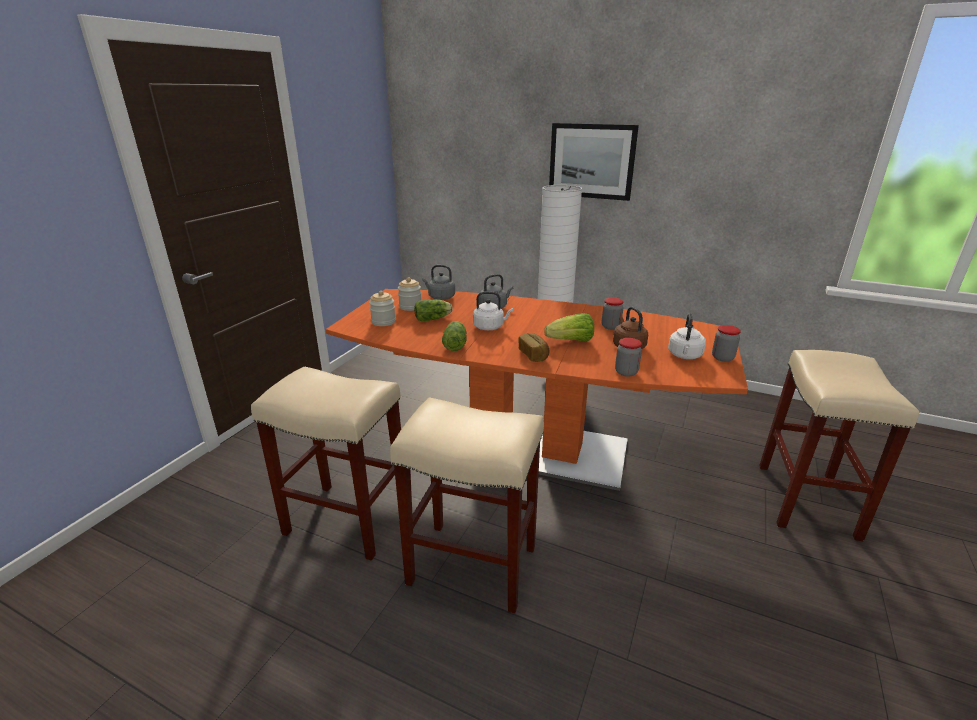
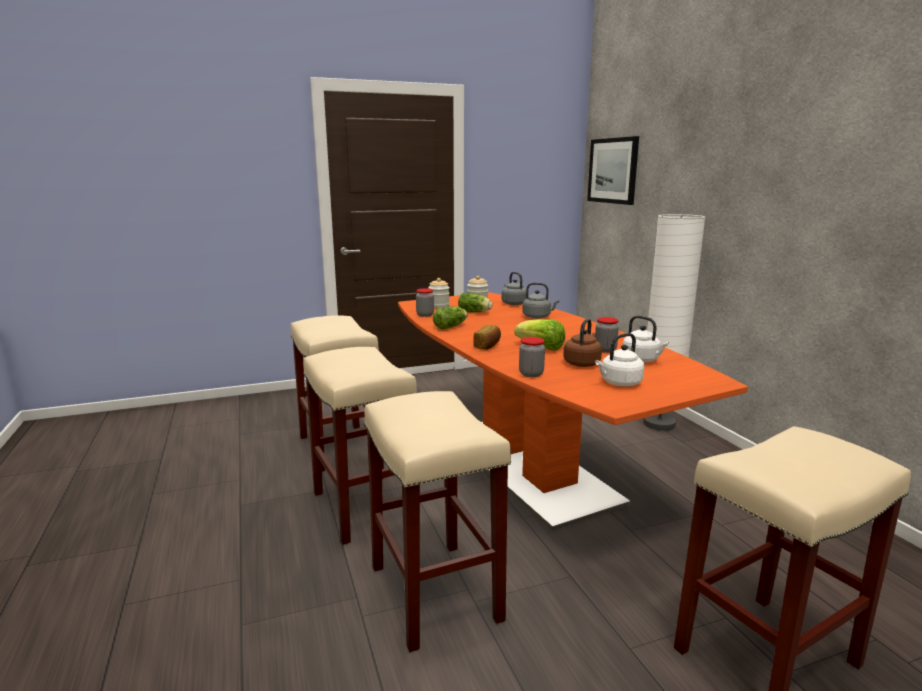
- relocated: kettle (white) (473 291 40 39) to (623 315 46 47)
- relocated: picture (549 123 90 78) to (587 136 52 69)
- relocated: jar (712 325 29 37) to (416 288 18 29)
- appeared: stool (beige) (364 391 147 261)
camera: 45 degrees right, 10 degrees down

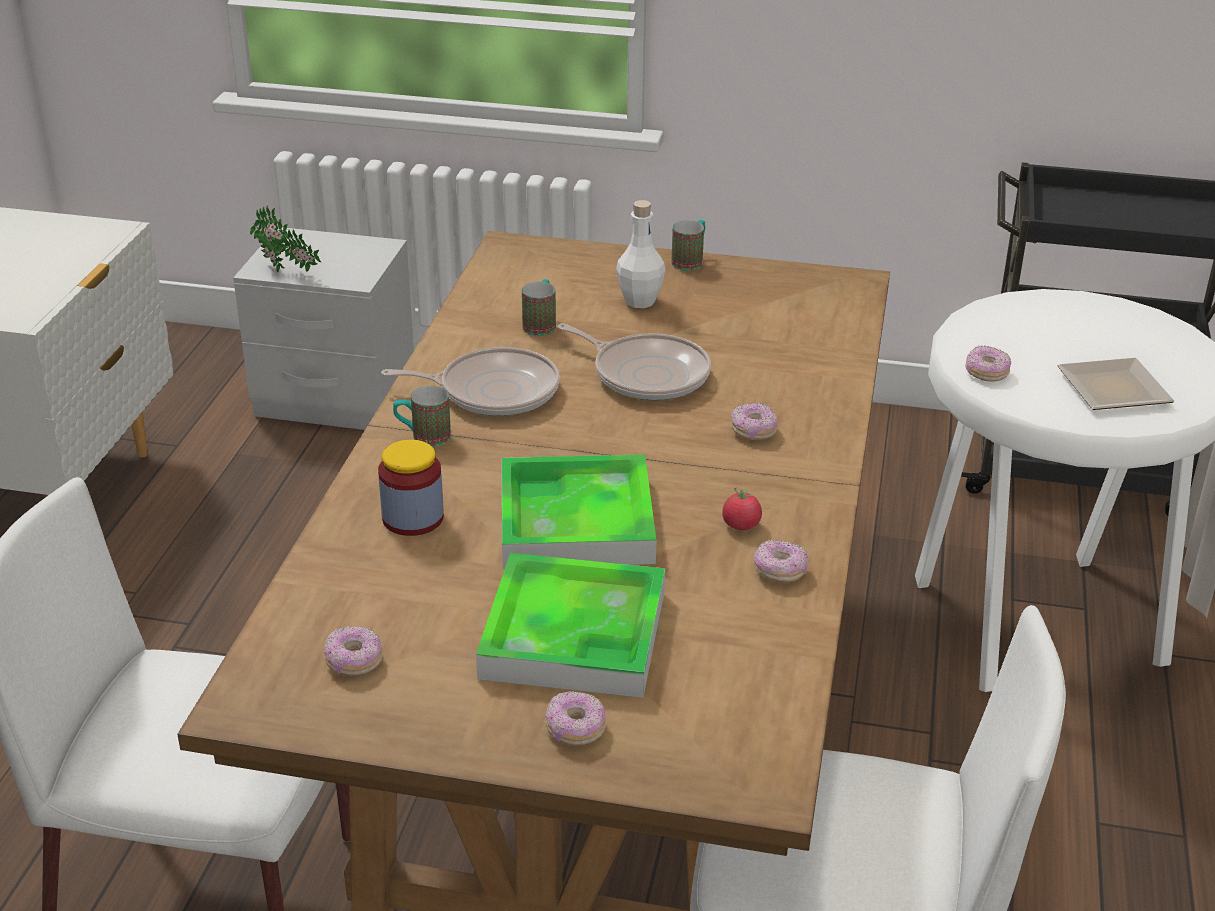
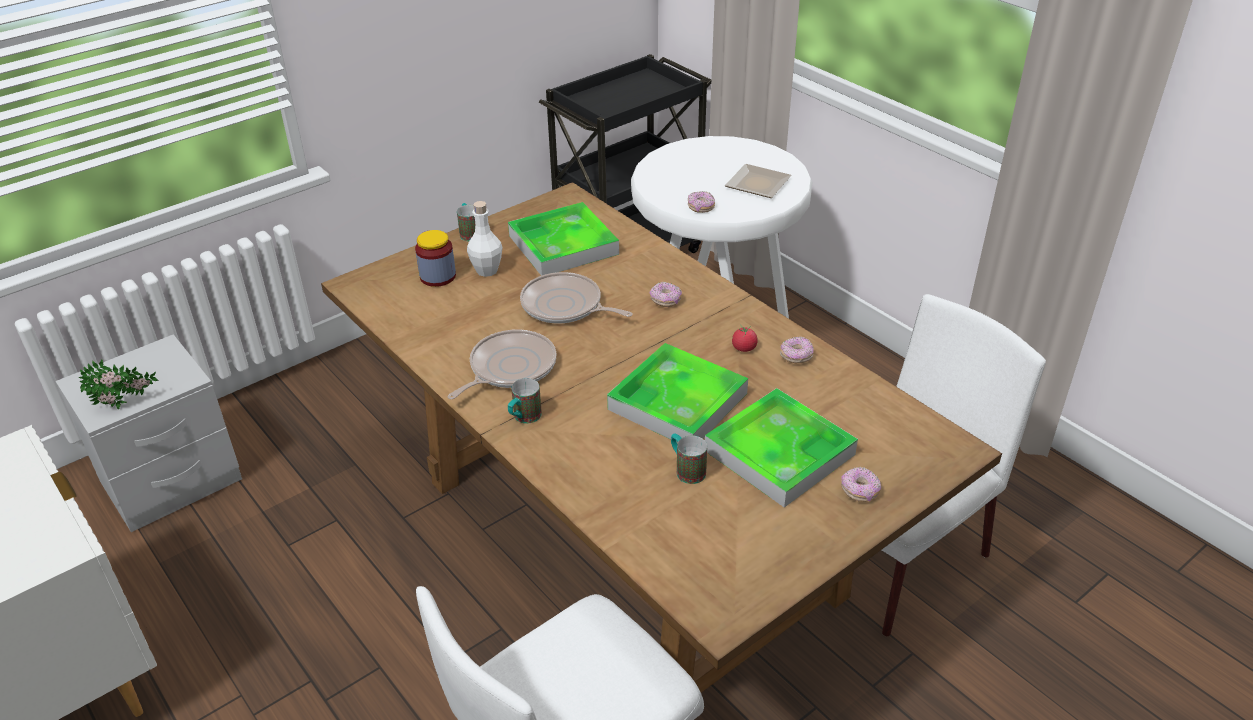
- missing: donut (324 626 59 50)
- relocated: jar (378 440 66 96) to (415 230 41 57)
- relocated: mug (522 279 34 57) to (671 433 36 51)
- spun: frying pan (557 323 154 77) = (520 272 113 51) 135 degrees counterclockwise
- appeared: tray (508 202 111 74)
camera: 50 degrees left, 5 degrees up

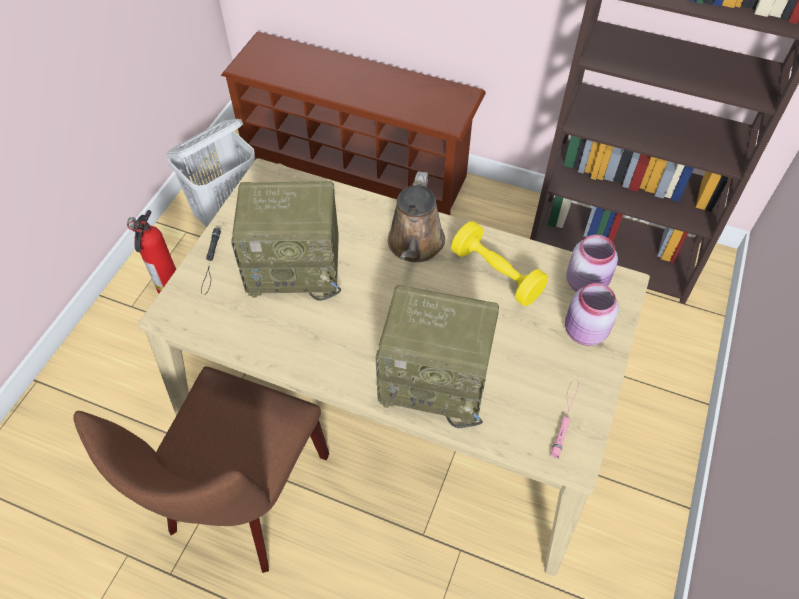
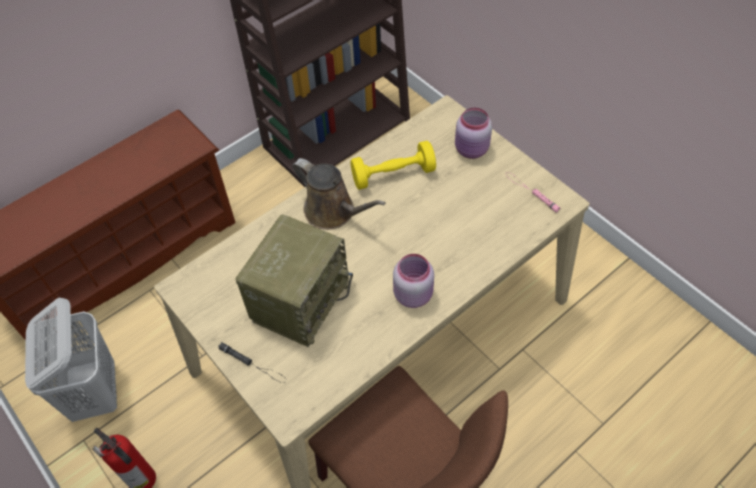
- missing: radio (375 285 124 143)
- relocated: jar (pink) (566 235 52 57) to (393 254 41 54)
camera: 60 degrees left, 0 degrees up

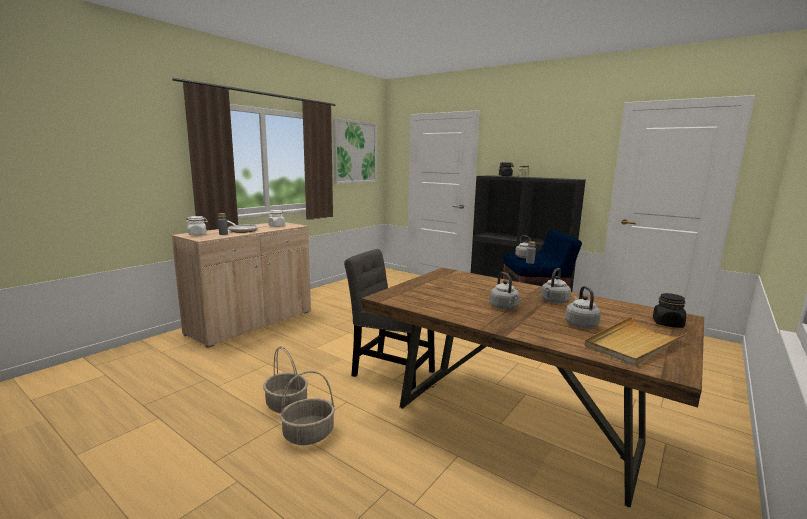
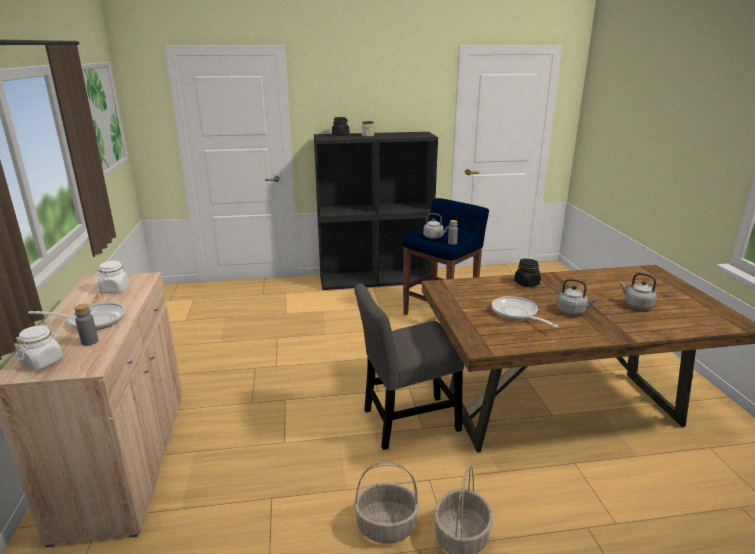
- missing: kettle (grey) (541 268 30 36)
- missing: tray (beige) (585 317 102 49)
- relocated: jar (black) (653 293 33 35) to (514 258 27 29)
- appeared: frying pan (492 296 66 31)
camera: 45 degrees left, 10 degrees up

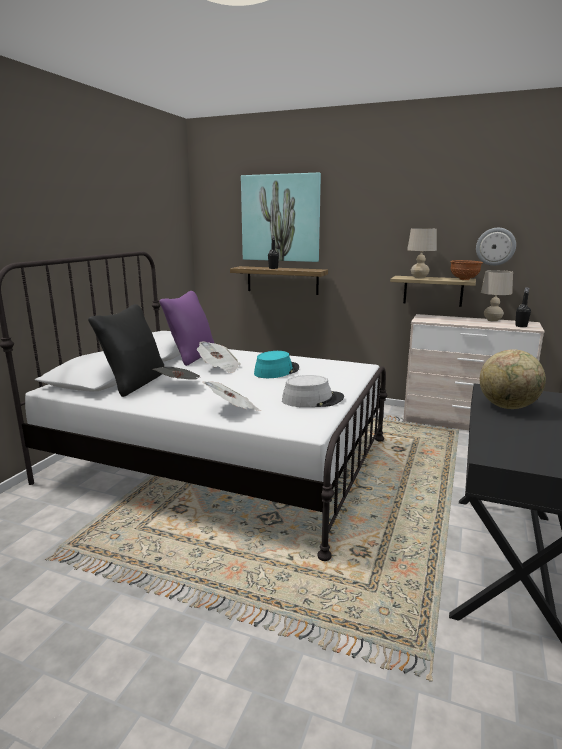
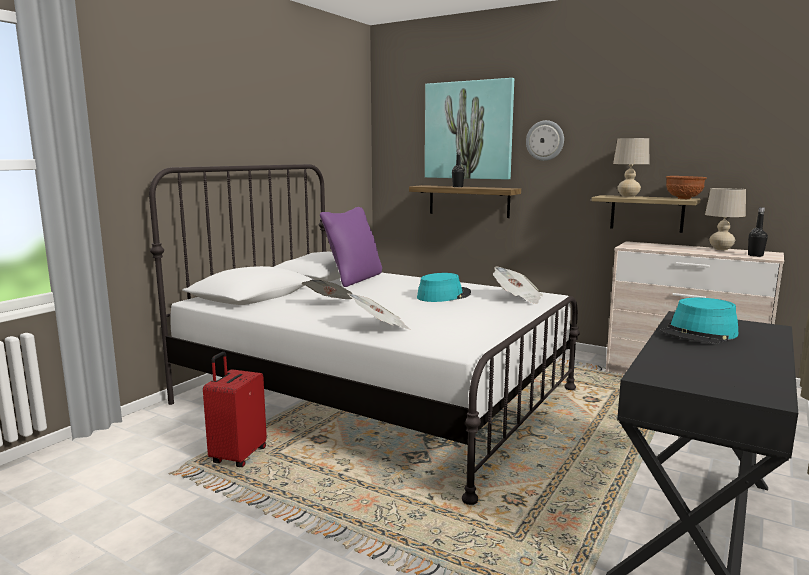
- missing: pillow (black) (88 304 77 93)
- relocated: newspaper (197 341 44 32) to (493 266 50 38)
- missing: hat (grey) (282 375 62 32)
- relocated: wall clock (476 228 40 38) to (526 120 38 41)
- exchanged: globe (479 349 67 60) to hat (turquoise) (660 298 78 46)
- appeared: suitcase (red) (203 352 64 115)
camera: 10 degrees right, 5 degrees down

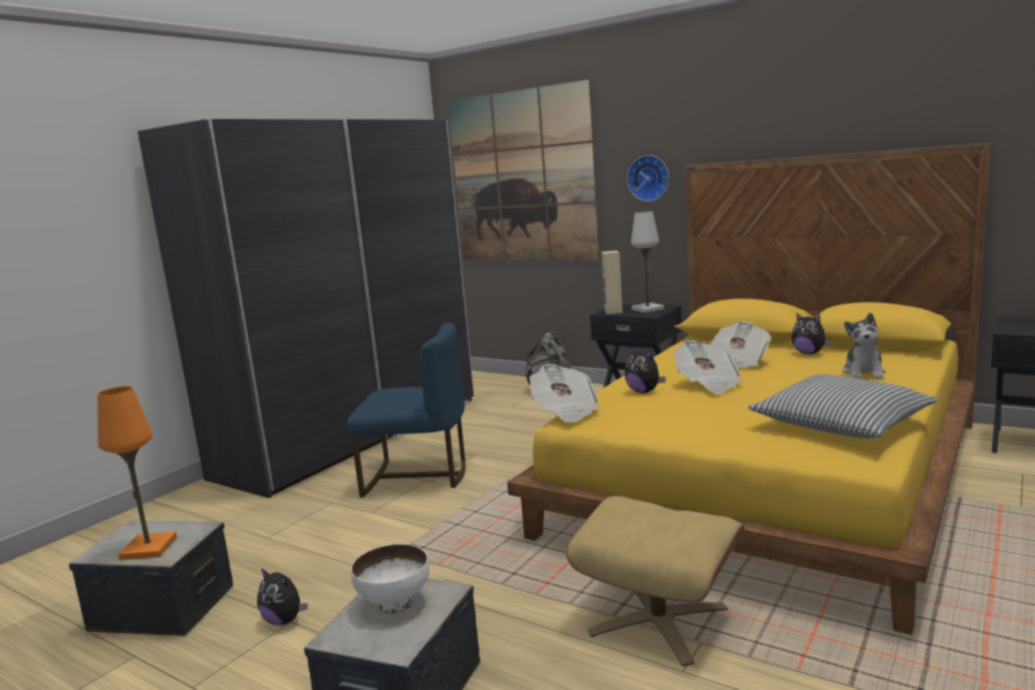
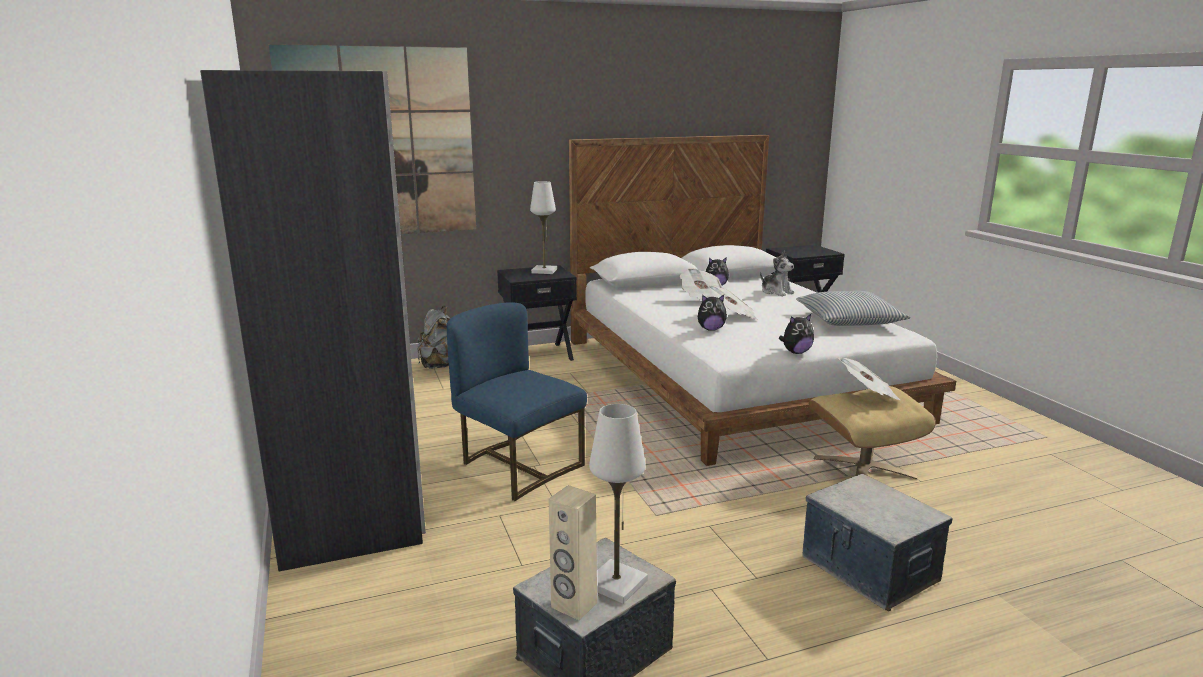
- colour: table lamp (orange) (97 386 80 174) to table lamp (white) (589 404 59 200)
- relocated: plush toy (257 568 51 57) to (779 314 35 40)
- spun: chair (blue) (346 323 120 175) = (447 302 140 199) 90 degrees counterclockwise
- missing: bowl (white) (351 544 79 70)
- colour: bed (yellow) (507 143 483 492) to bed (white) (569 135 387 331)
- relocated: newspaper (529 364 71 59) to (838 357 62 43)
- relocated: speaker (beige) (601 251 22 63) to (549 485 48 135)
- missing: wall clock (627 155 42 47)
camera: 55 degrees left, 5 degrees up

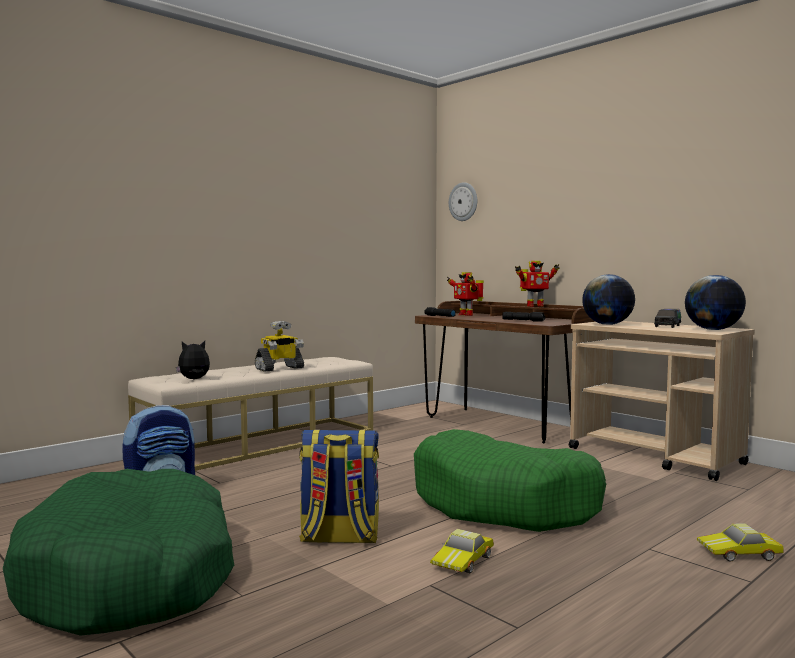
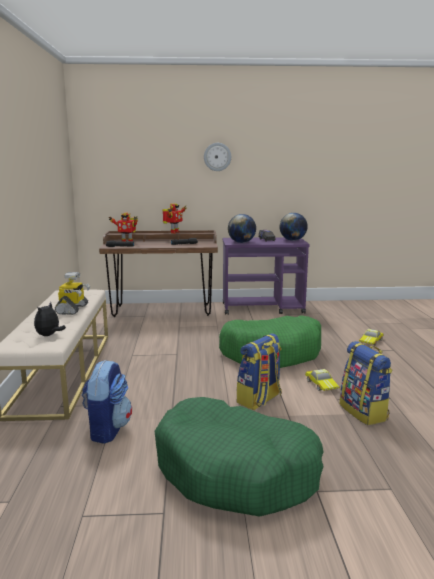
- relocated: wall clock (449 182 28 39) to (204 143 27 28)
- colour: cart (beige) (569 321 186 160) to cart (purple) (223 237 87 78)
- appeared: backpack (340 341 53 84)
camera: 50 degrees left, 10 degrees up

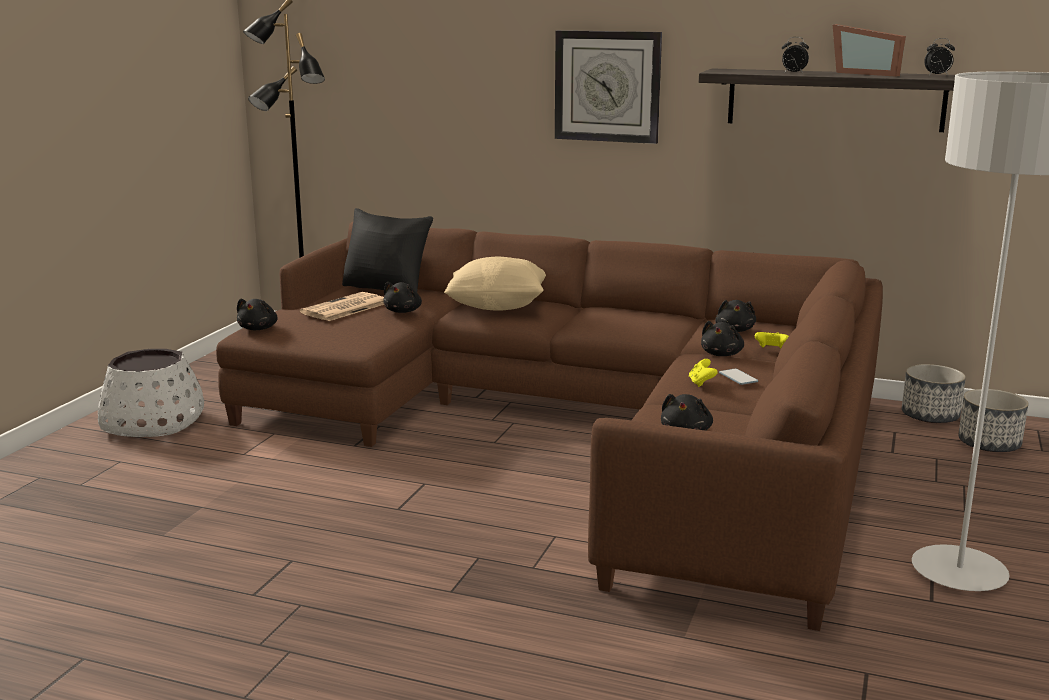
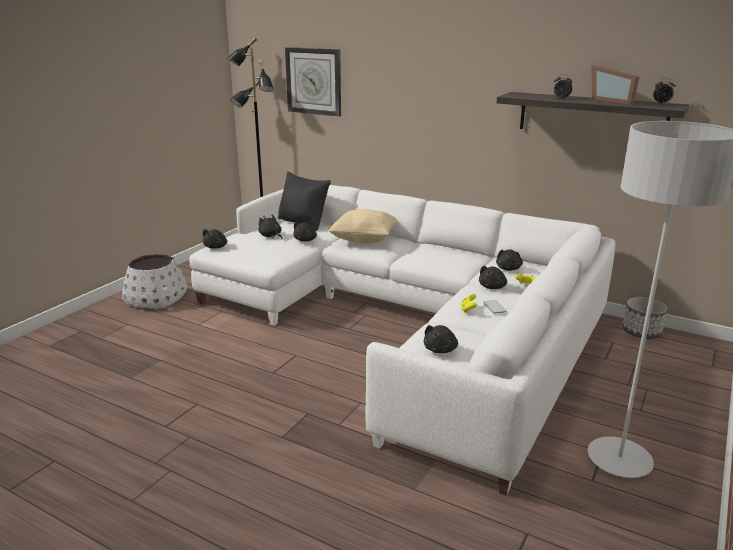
- colour: sofa (brown) (216 222 667 409) to sofa (white) (189 185 426 311)
- exchanged: newspaper (300 292 84 29) to plush toy (black) (258 214 24 25)
- relocated: wall clock (555 30 107 114) to (285 47 56 70)
- missing: planter (958 389 70 63)
camera: 10 degrees right, 5 degrees up

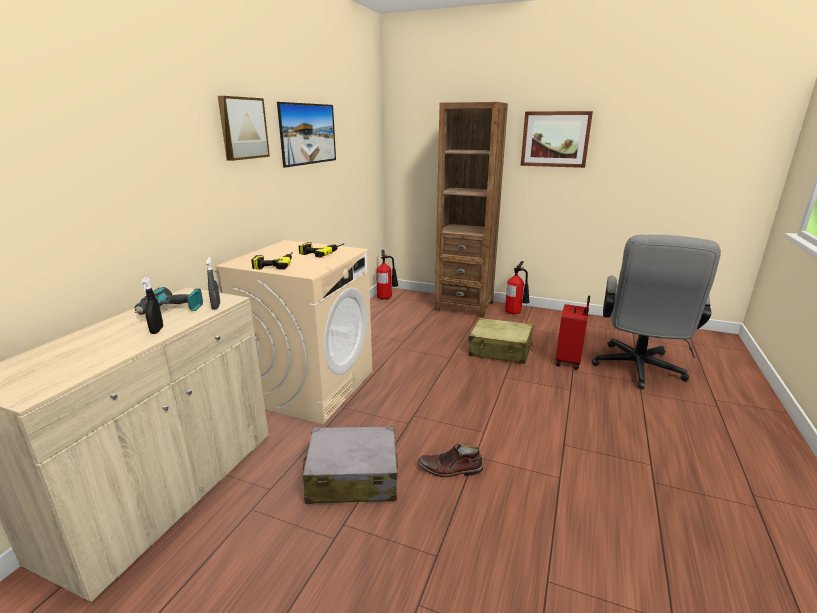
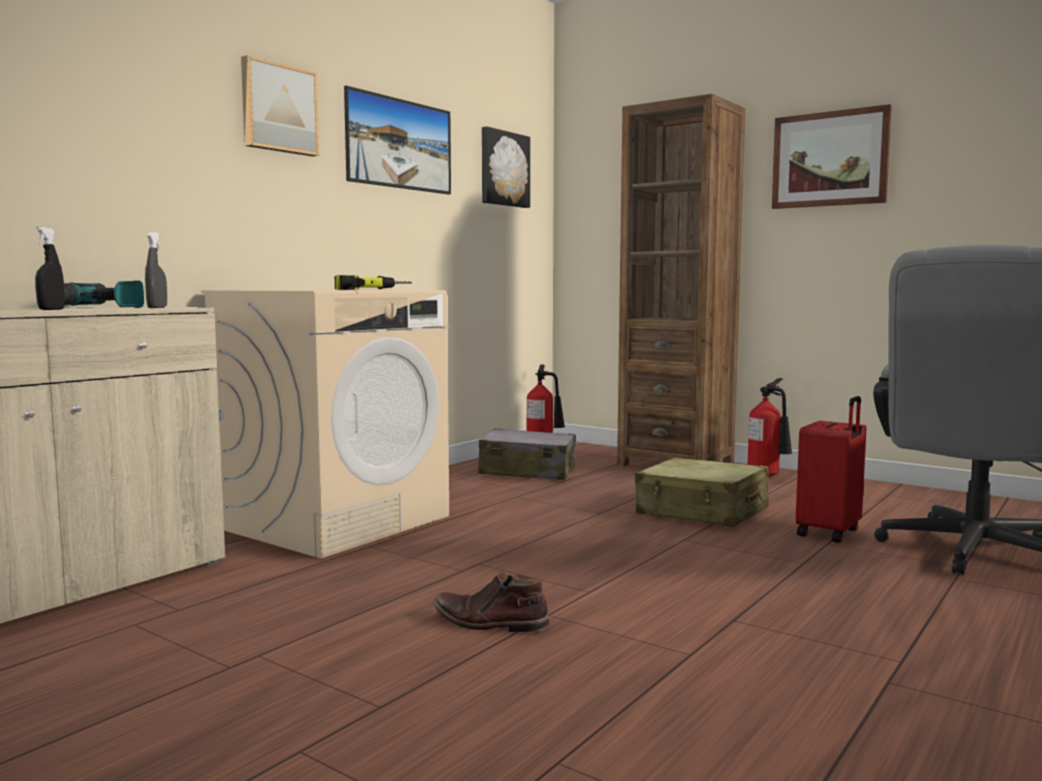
- missing: power drill (251 252 42 18)
- relocated: suitcase (grey) (302 426 96 78) to (478 428 98 52)
- appeared: picture (482 127 48 81)
camera: 15 degrees right, 15 degrees down

